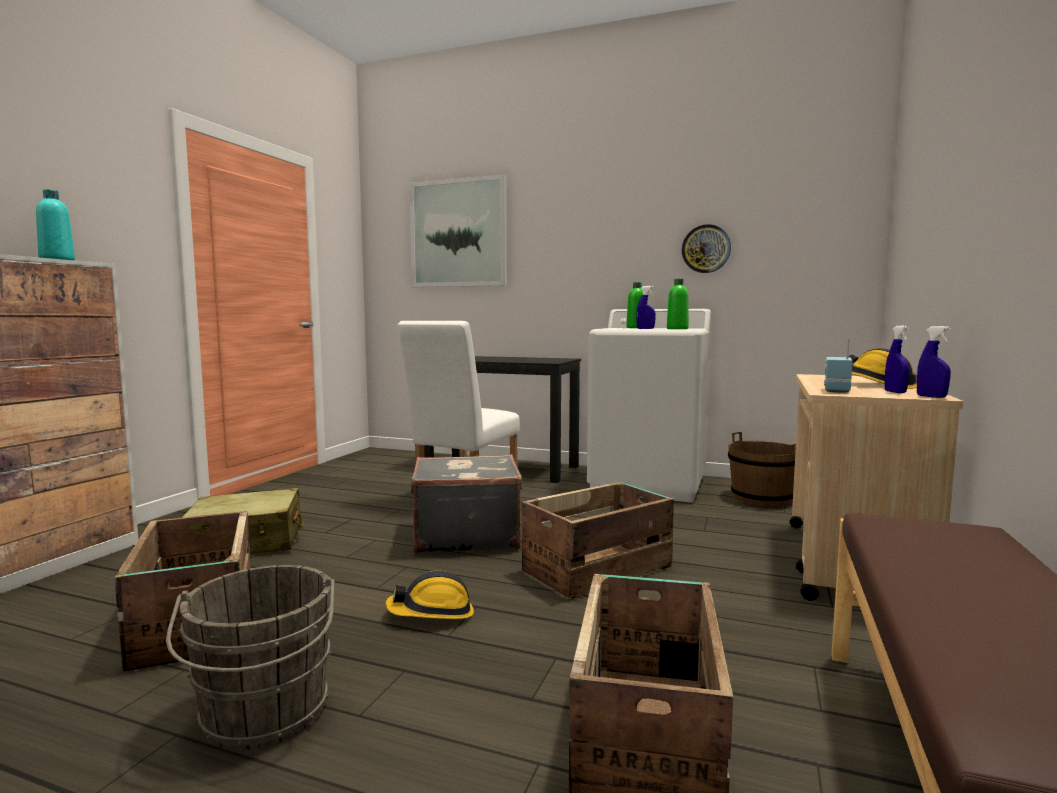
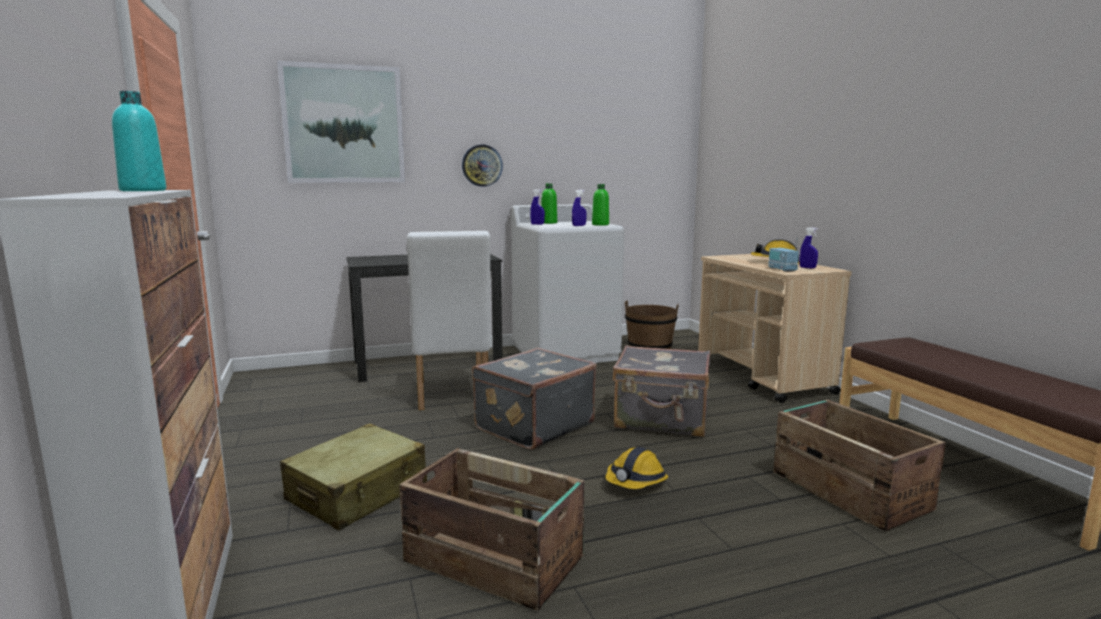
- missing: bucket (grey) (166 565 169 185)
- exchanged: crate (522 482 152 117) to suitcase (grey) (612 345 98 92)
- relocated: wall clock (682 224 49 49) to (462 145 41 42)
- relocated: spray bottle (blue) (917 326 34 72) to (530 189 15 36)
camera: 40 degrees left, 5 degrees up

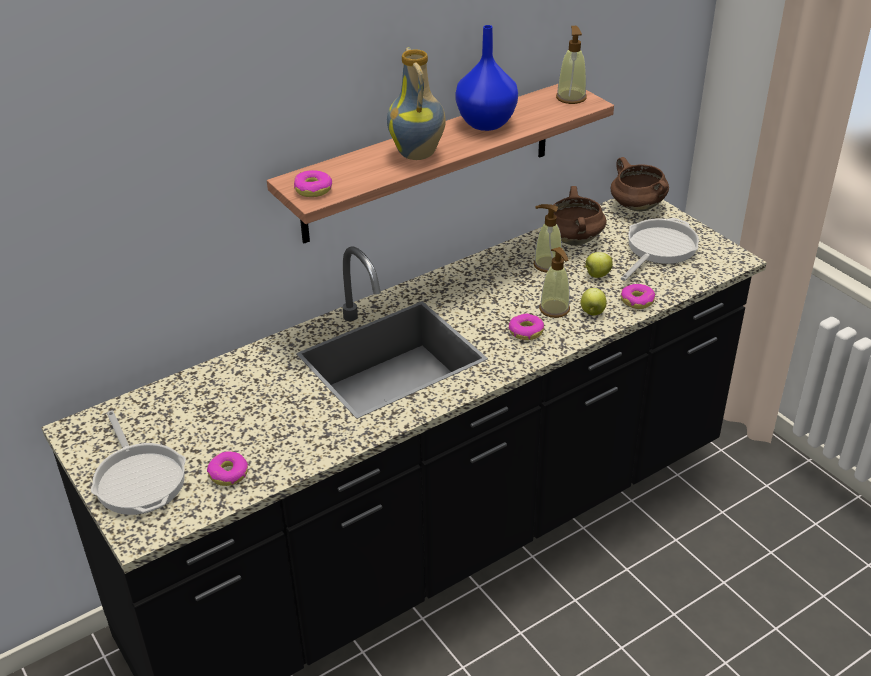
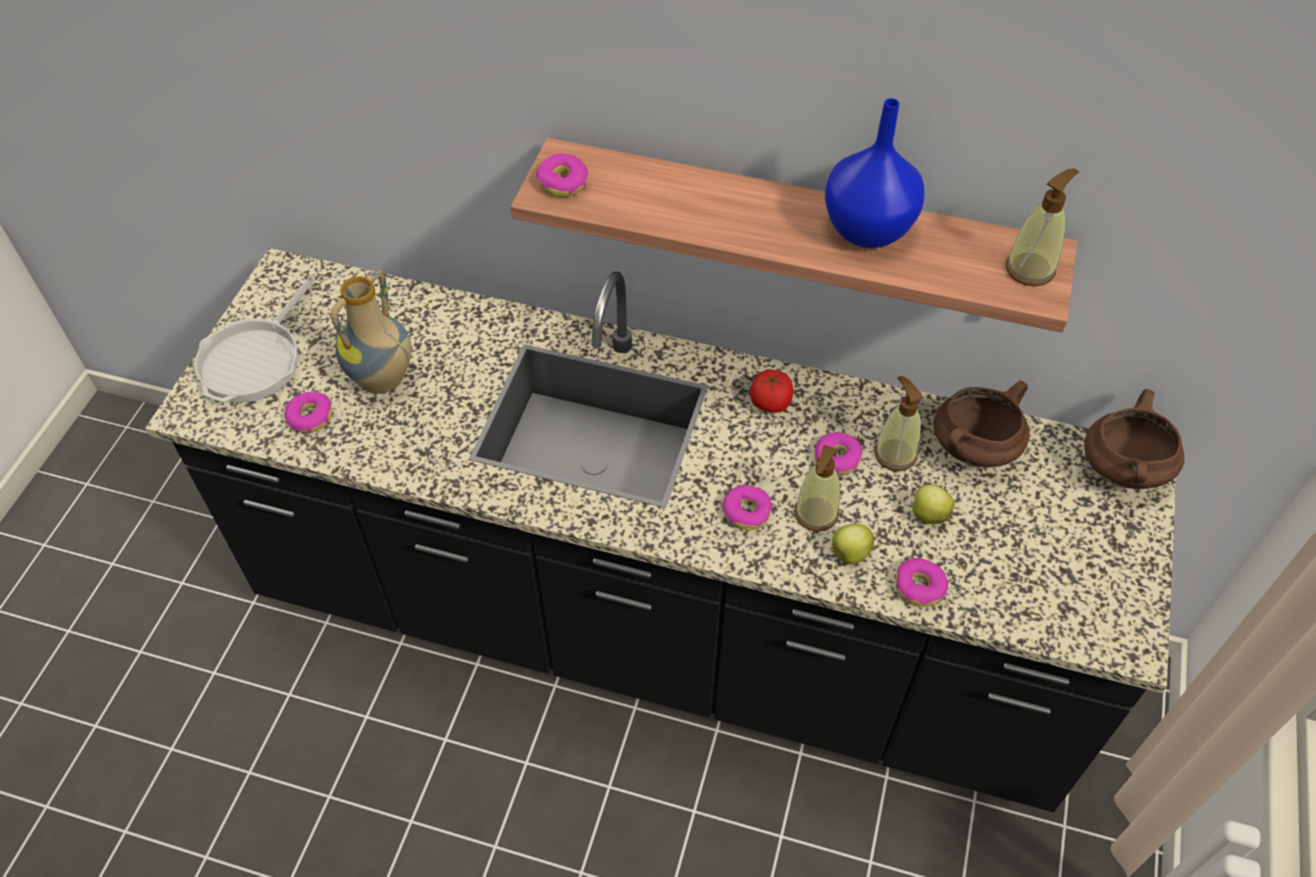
- relocated: vase (387 47 59 113) to (330 270 82 123)
- missing: frying pan (621 218 78 63)
- appeared: tomato (750 370 43 43)
- appeared: donut (814 433 48 42)
camera: 50 degrees right, 15 degrees up

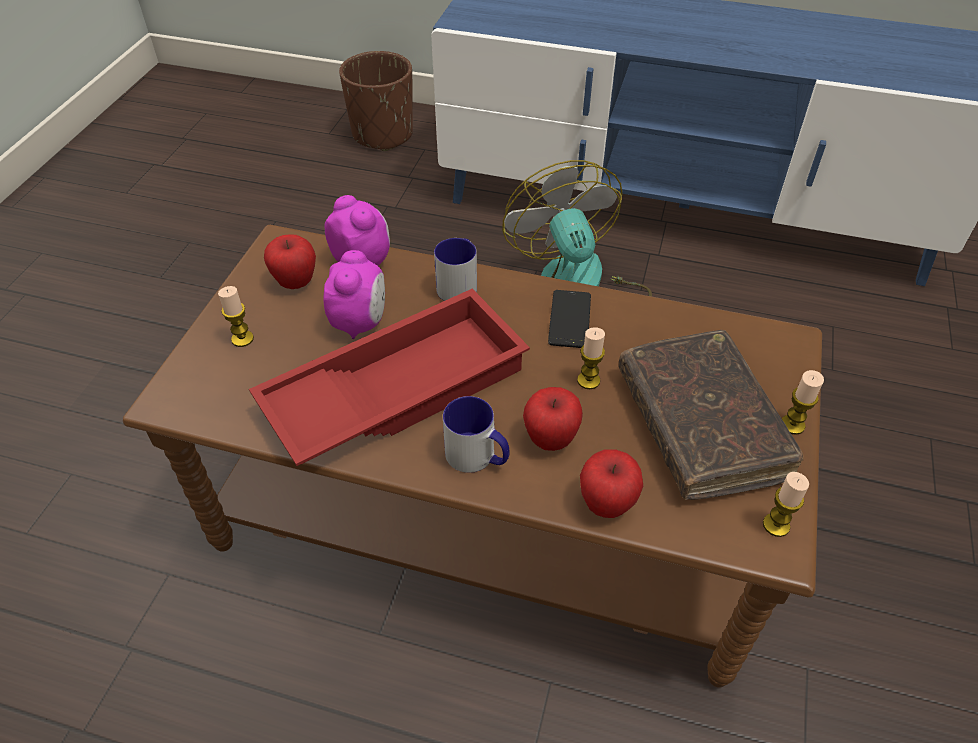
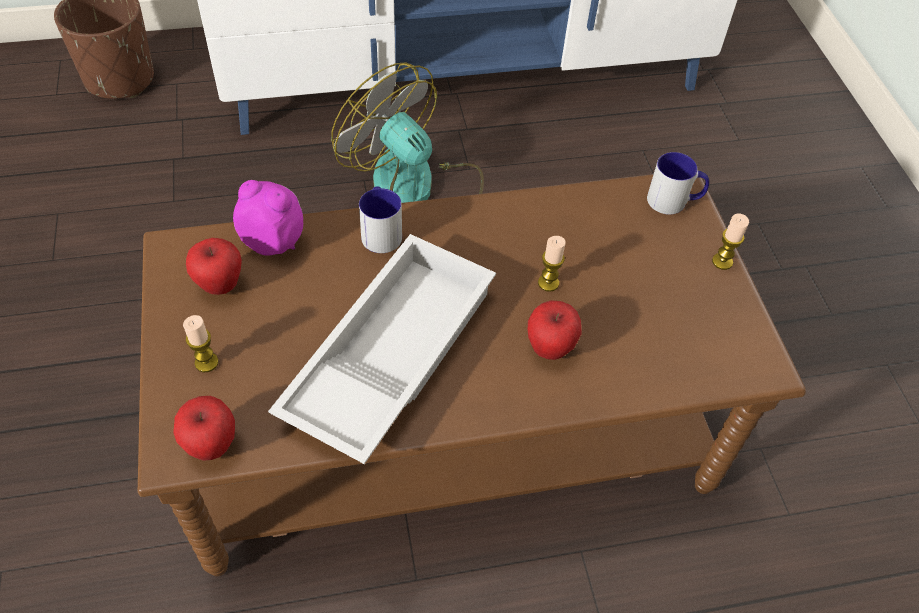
- colour: tray (red) (249 289 281 177) to tray (white) (268 234 228 230)
- missing: alarm clock (323 250 62 89)
- relocated: mug (443 396 67 77) to (647 152 62 63)
- missing: phone (548 290 43 58)
- relocated: apple (580 450 63 68) to (173 396 62 65)
- missing: book (brown) (619 330 185 170)
- missing: candle (763 472 46 65)
camera: 30 degrees left, 5 degrees up

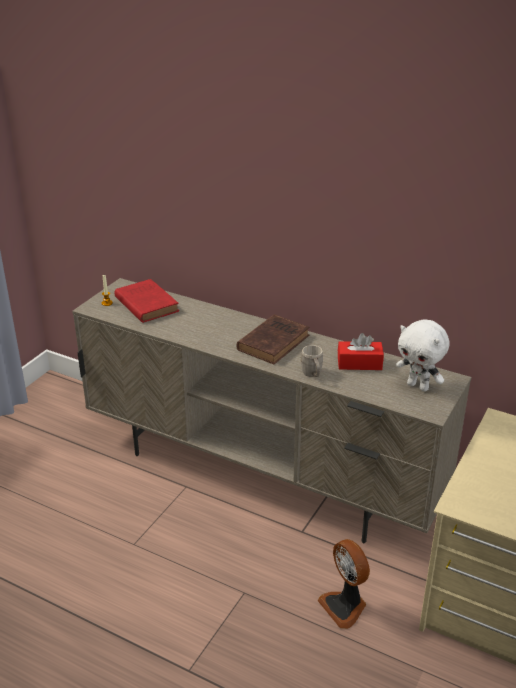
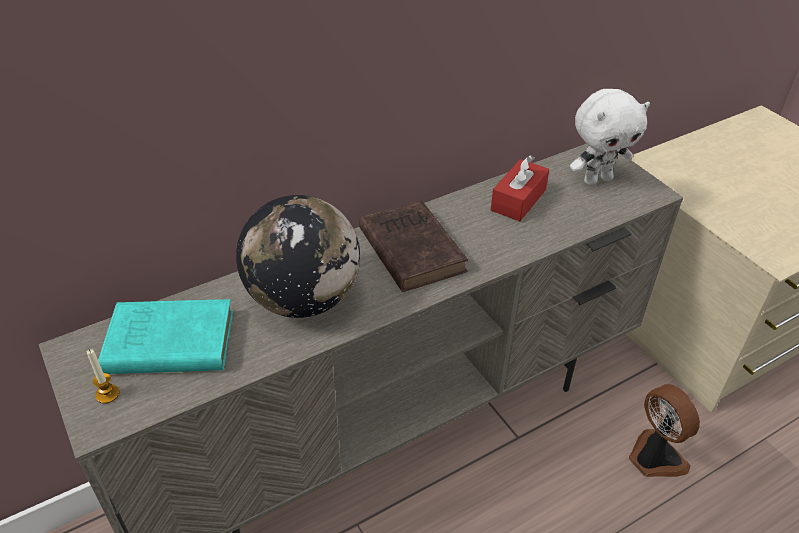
- colour: book (red) (115 279 64 44) to book (turquoise) (98 299 135 75)
- missing: mug (grey) (300 345 23 32)
- spun: fan (317 539 53 90) = (629 384 71 93) 120 degrees counterclockwise
- appeared: globe (236 195 124 123)
camera: 60 degrees left, 10 degrees up

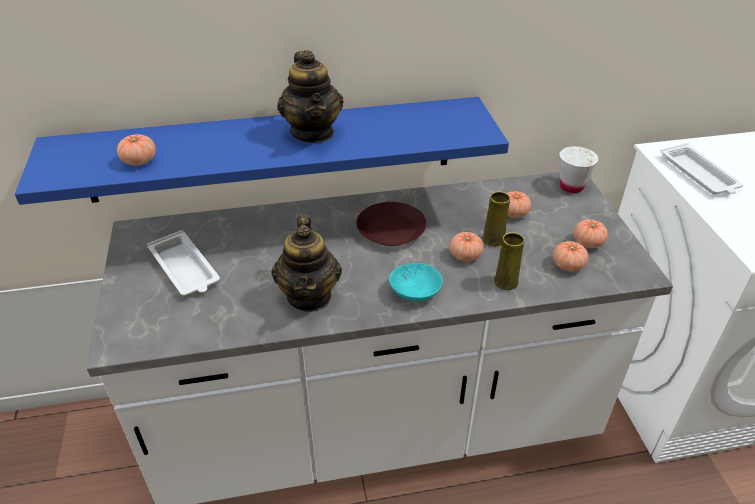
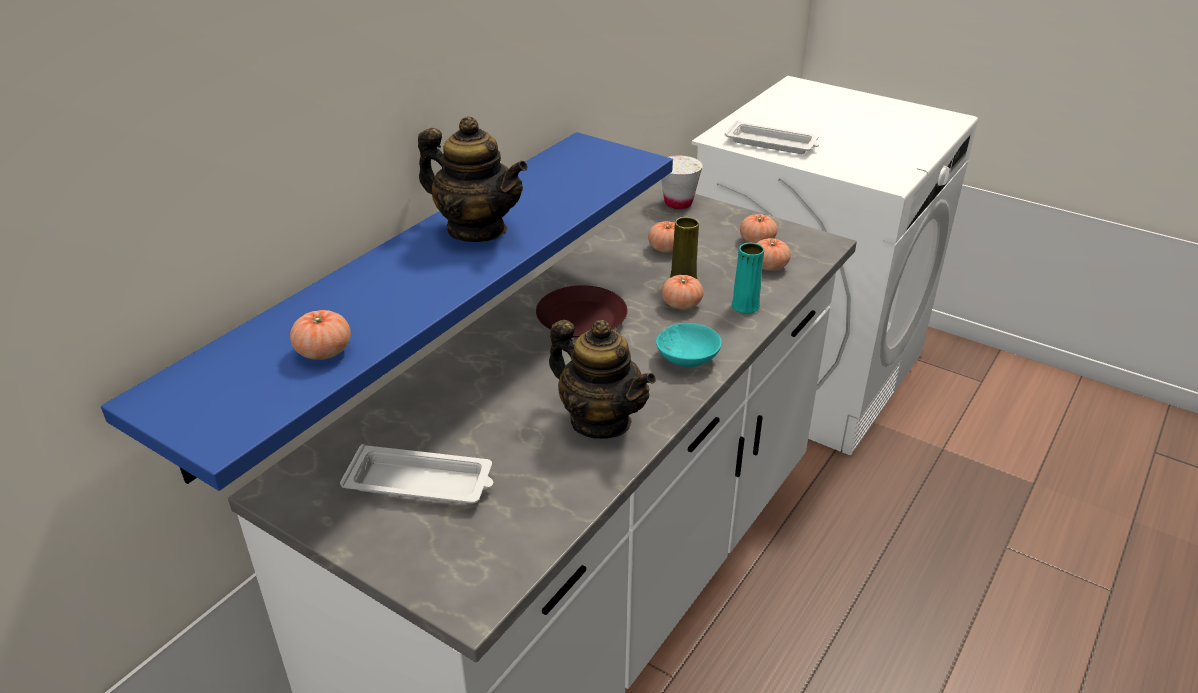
- colour: vase (yellow) (494 232 31 58) to vase (turquoise) (731 243 33 71)
camera: 45 degrees left, 5 degrees down

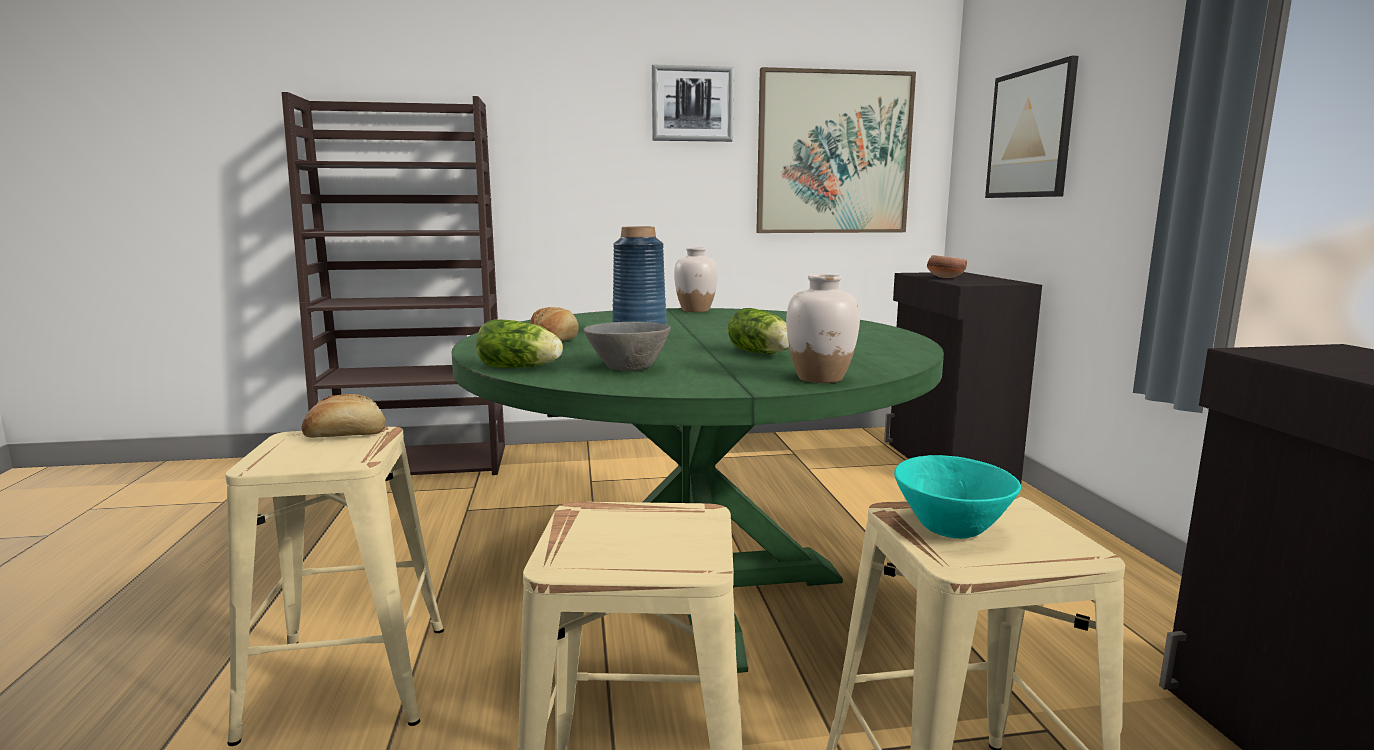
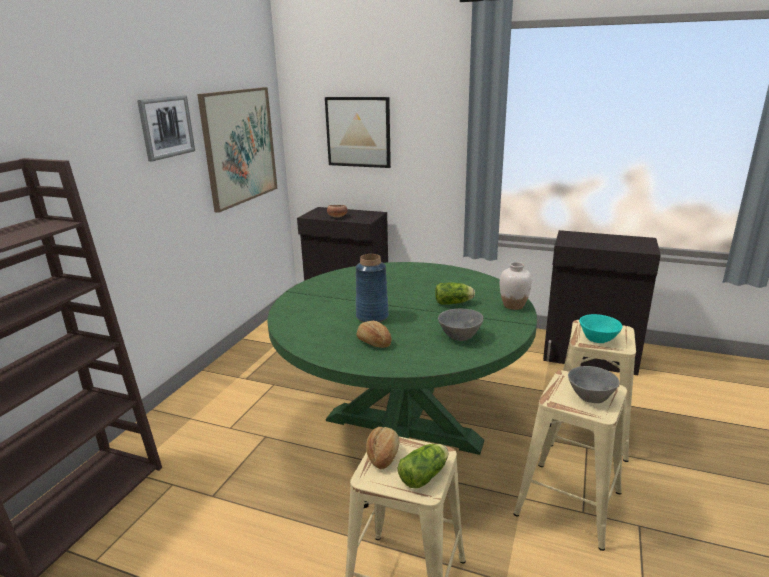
- relocated: lettuce (476 320 87 48) to (397 444 51 44)
- missing: vase (white) (674 247 44 65)
- appeared: bowl (grey) (568 366 52 37)
camera: 60 degrees left, 10 degrees up

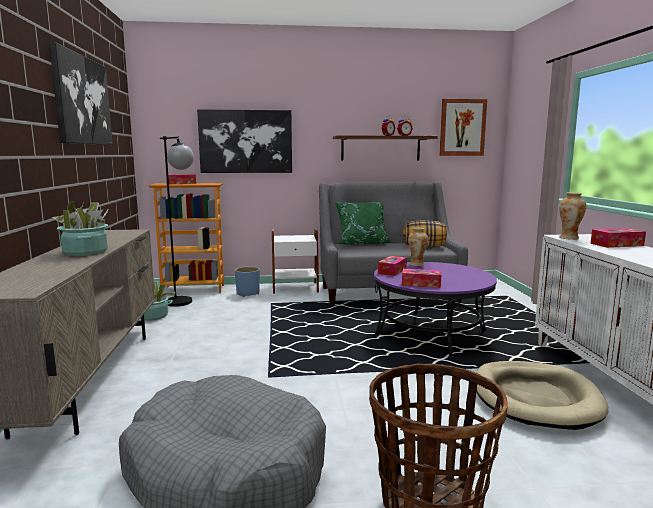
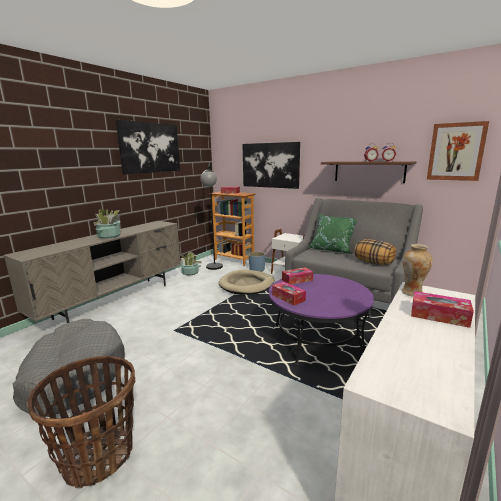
- missing: vase (408 227 20 39)
- relocated: dog bed (beige) (476 361 132 69) to (219 269 55 26)
camera: 40 degrees right, 5 degrees up

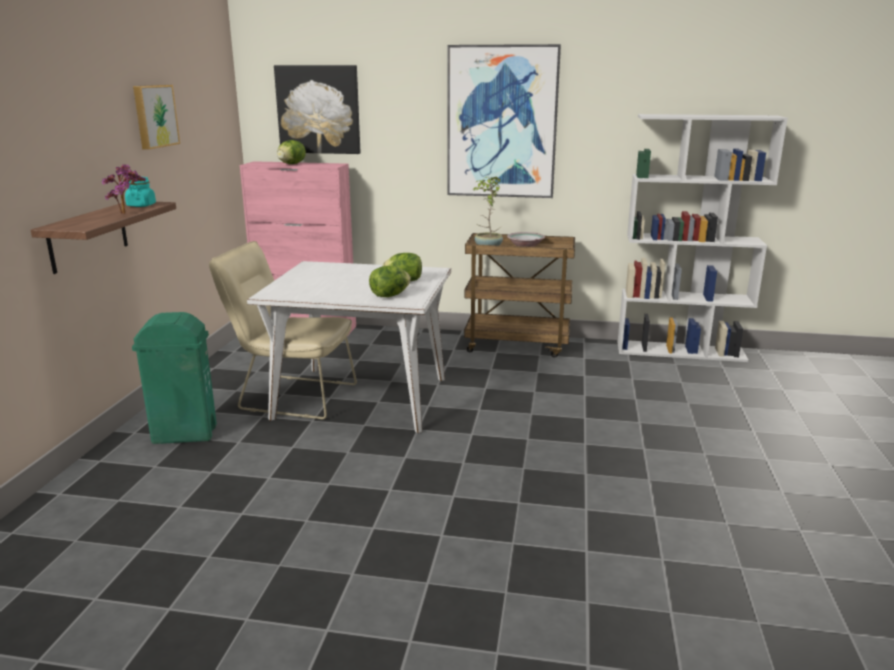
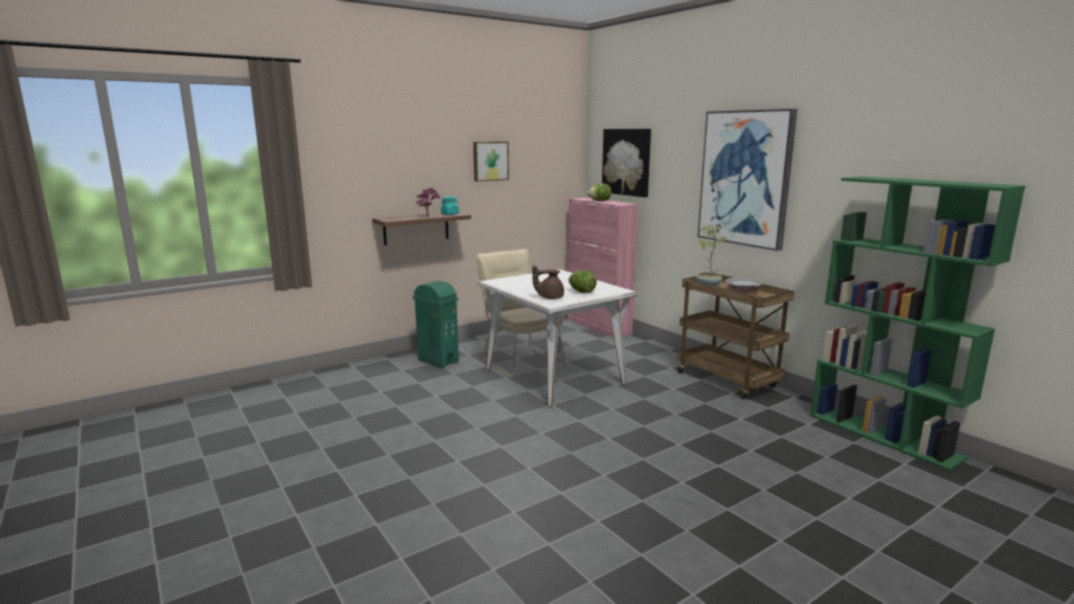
- exchanged: lettuce (369 266 42 31) to teapot (brown) (532 265 32 34)
- colour: bookcase (white) (617 114 171 248) to bookcase (green) (810 176 215 295)
camera: 45 degrees right, 5 degrees down

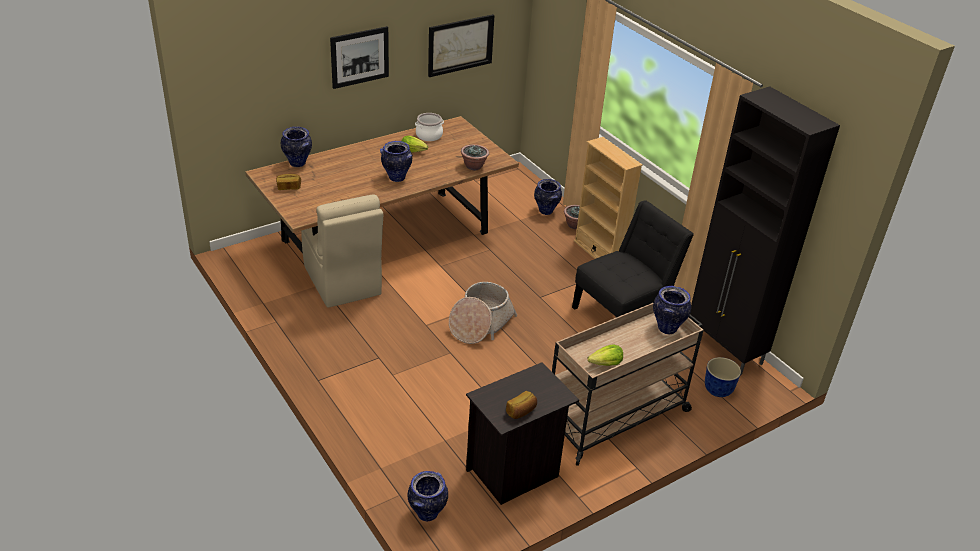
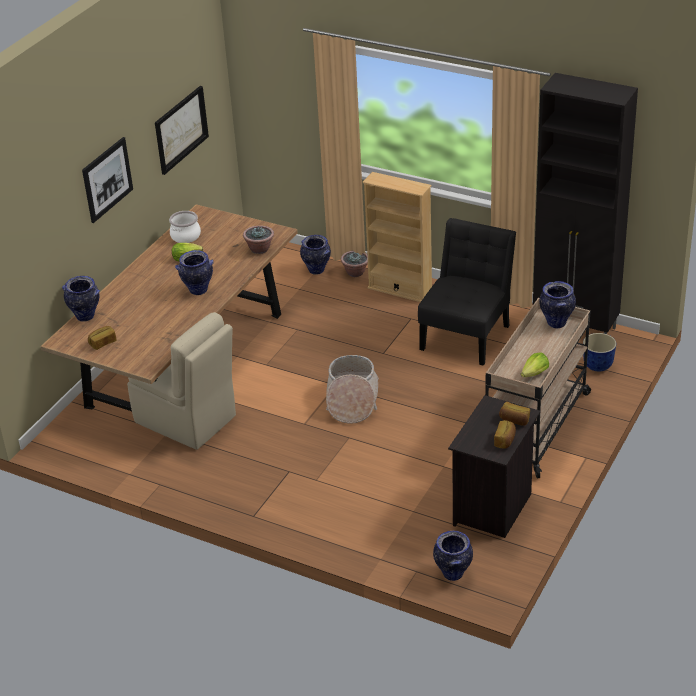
- appeared: bread (499 402 31 24)
camera: 25 degrees left, 0 degrees up

